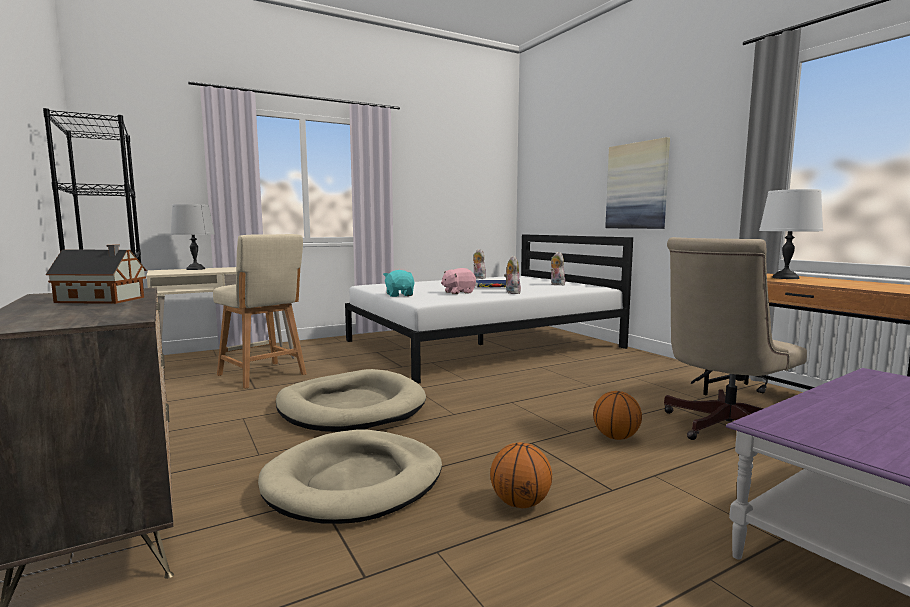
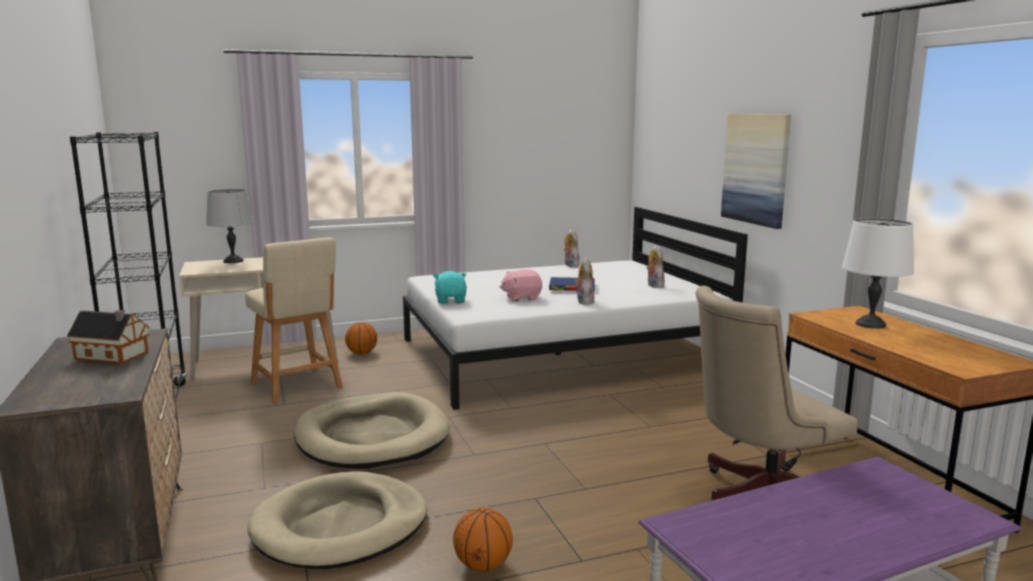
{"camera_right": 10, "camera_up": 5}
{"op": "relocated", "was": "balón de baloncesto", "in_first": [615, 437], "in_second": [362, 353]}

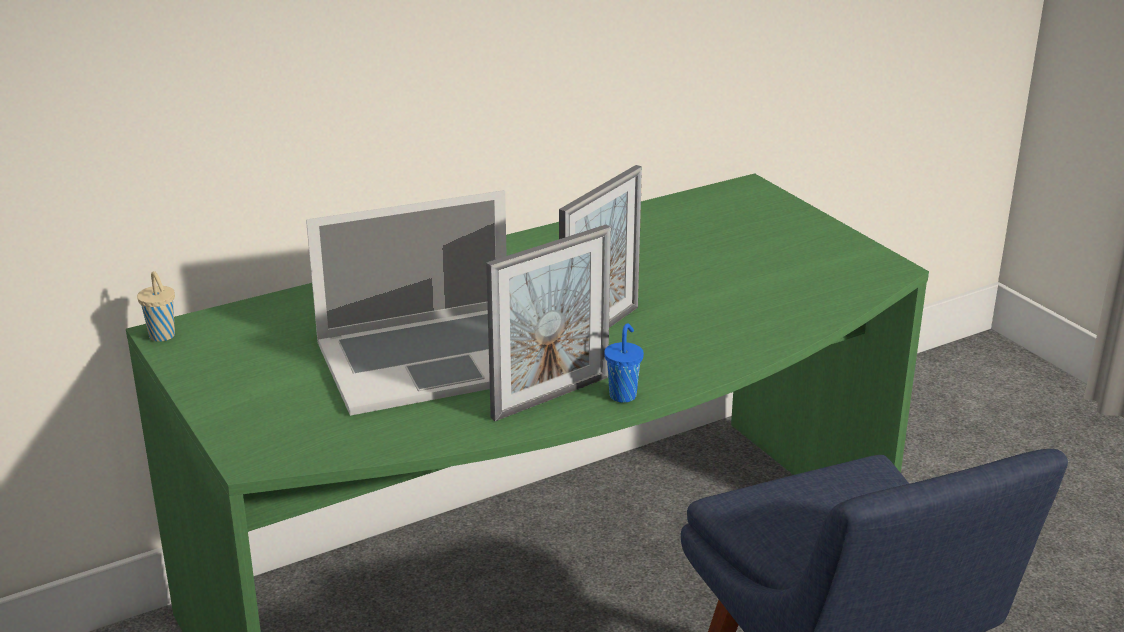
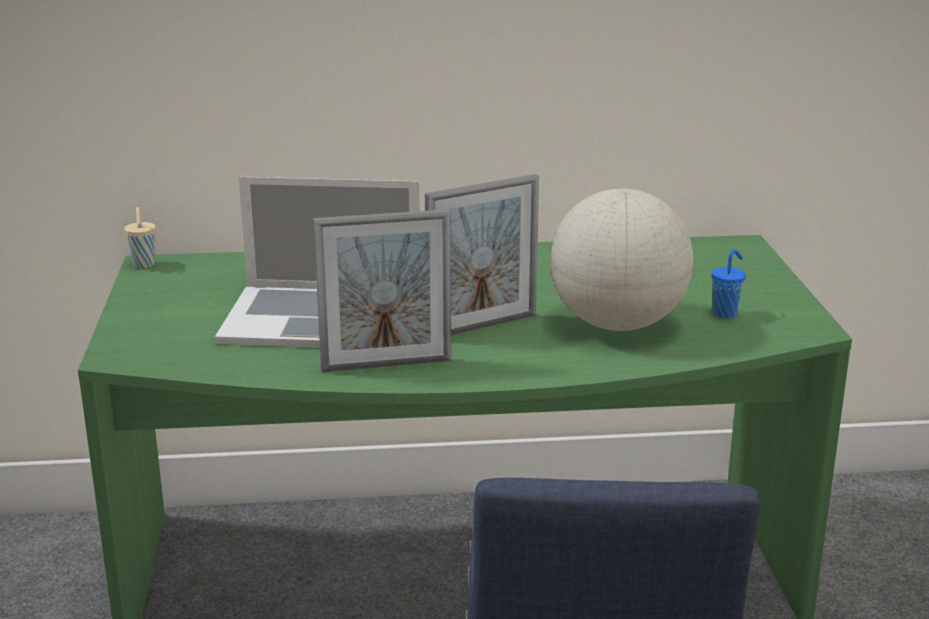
{"camera_right": 25, "camera_up": -5}
{"op": "appeared", "now": "globo terráqueo", "in_second": [617, 324]}
{"op": "relocated", "was": "taza [azul]", "in_first": [623, 395], "in_second": [726, 313]}

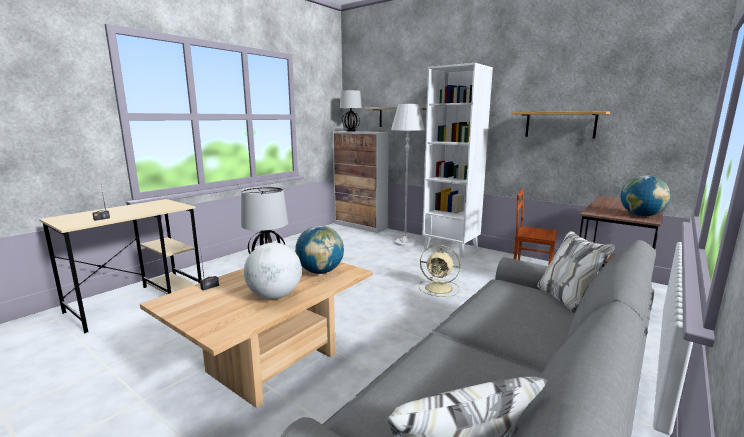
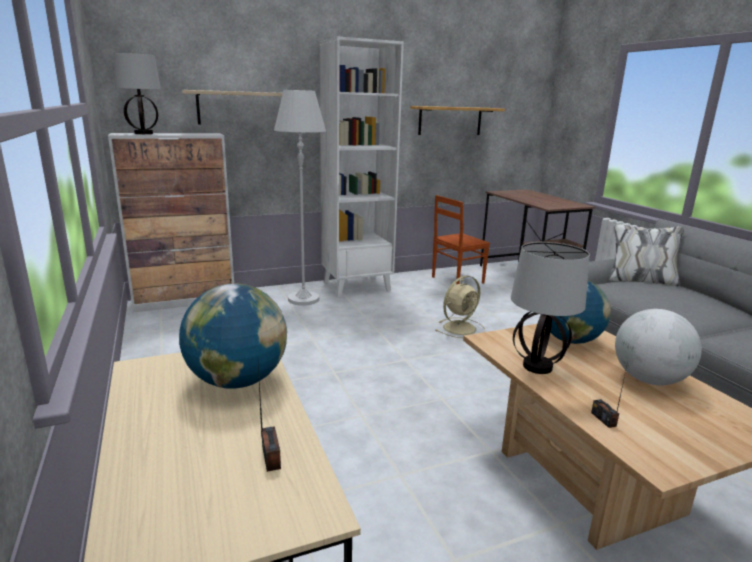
{"camera_right": -60, "camera_up": 5}
{"op": "relocated", "was": "globo terráqueo", "in_first": [641, 215], "in_second": [237, 381]}

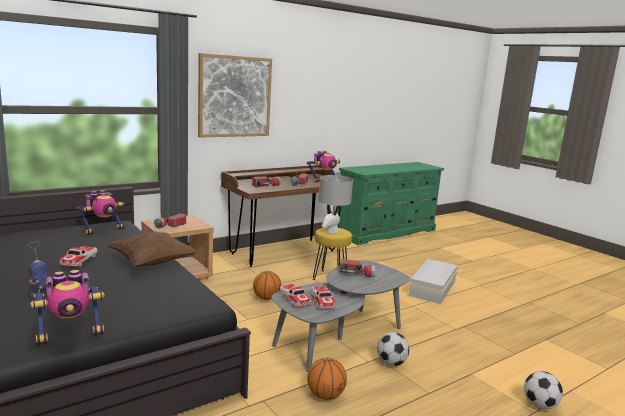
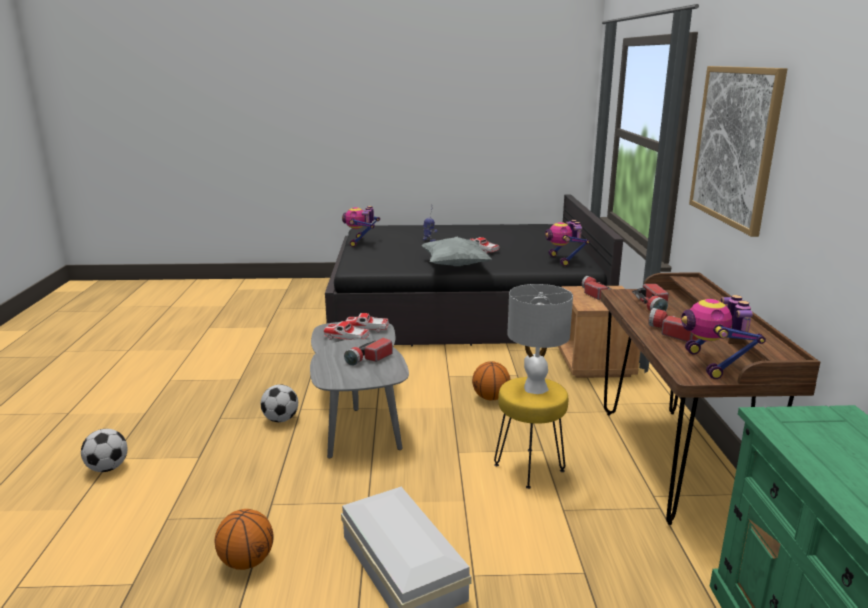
{"camera_right": 125, "camera_up": 5}
{"op": "relocated", "was": "balón de baloncesto", "in_first": [325, 395], "in_second": [247, 562]}
{"op": "colour", "was": "cojín [marrón]", "now": "cojín [gris]", "in_first": [152, 263], "in_second": [455, 265]}

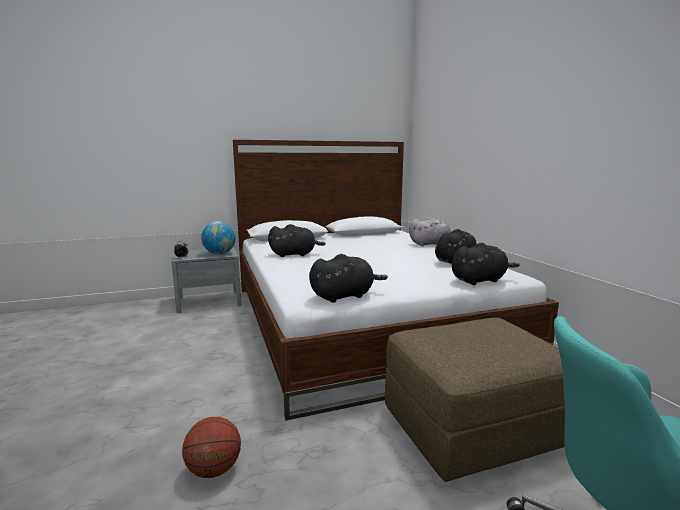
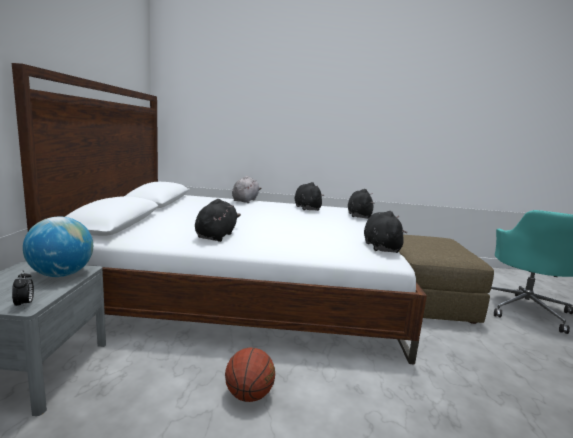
{"camera_right": -70, "camera_up": 0}
{"op": "relocated", "was": "balón de baloncesto", "in_first": [214, 470], "in_second": [249, 395]}

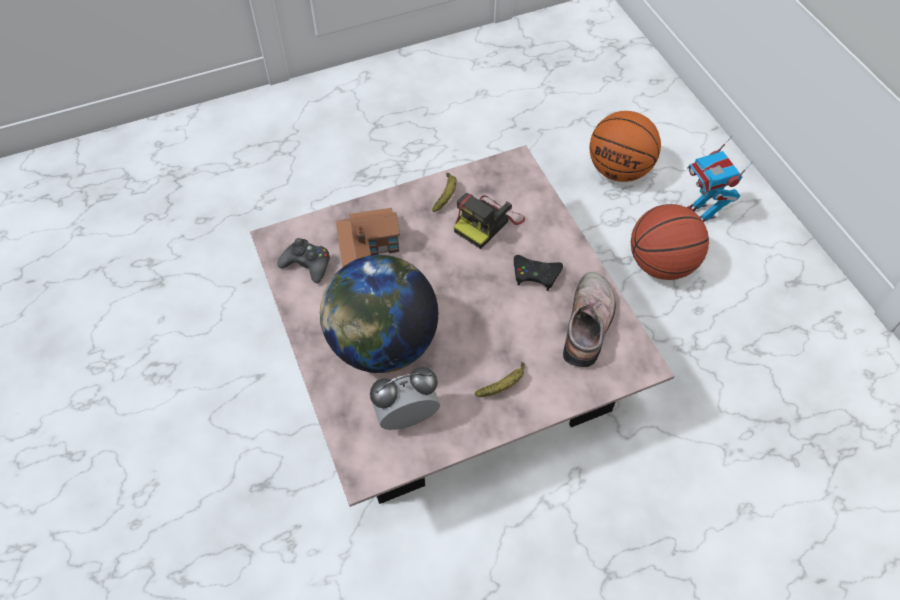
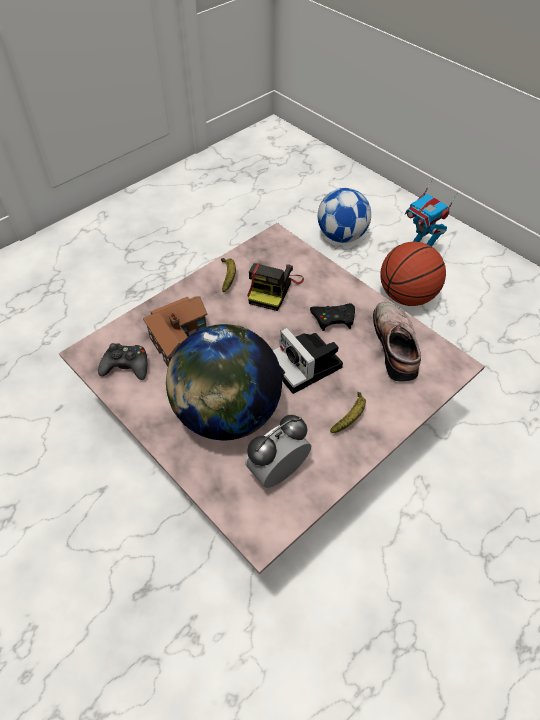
{"camera_right": -20, "camera_up": -5}
{"op": "appeared", "now": "cámara", "in_second": [306, 366]}
{"op": "exchanged", "was": "balón de baloncesto", "now": "balón de fútbol", "in_first": [619, 170], "in_second": [342, 236]}

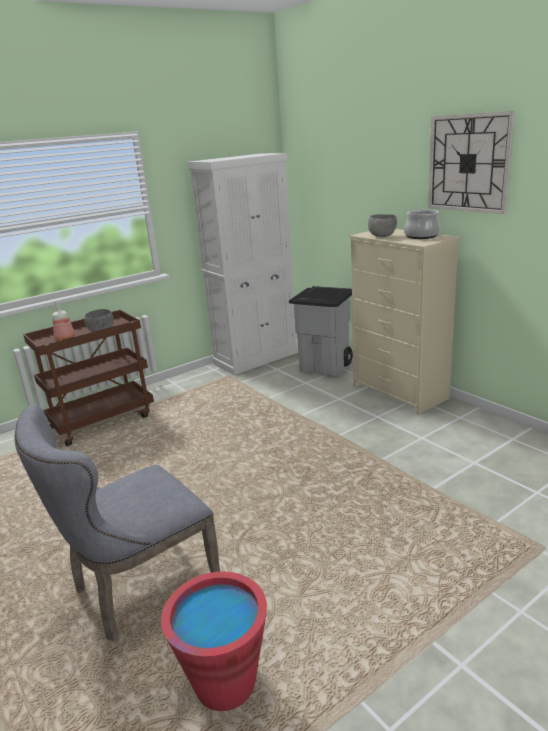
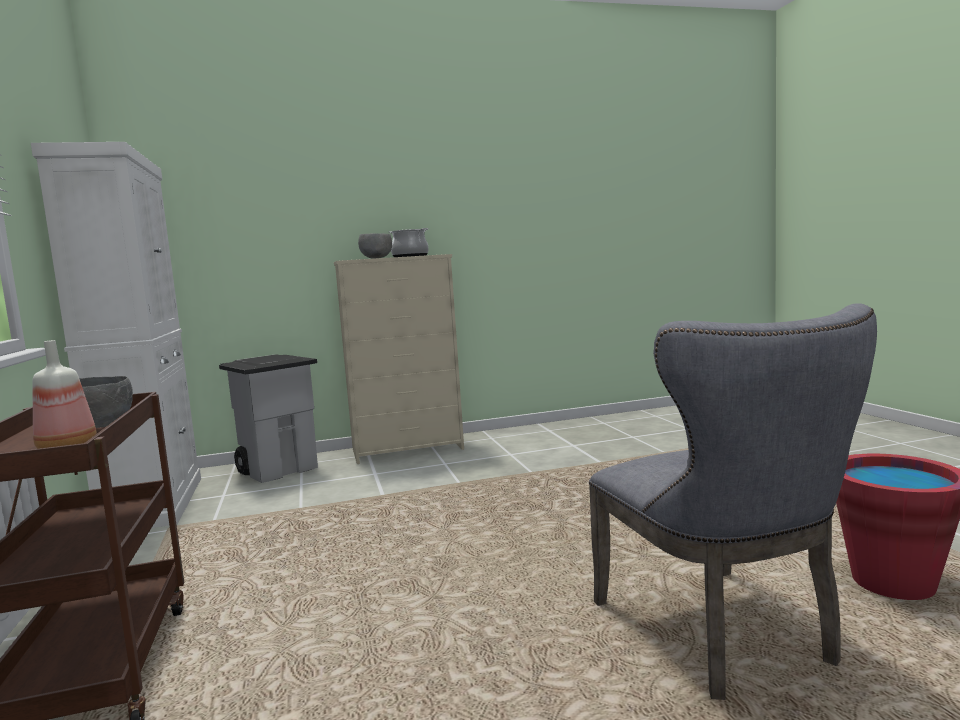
{"camera_right": -70, "camera_up": -15}
{"op": "missing", "was": "reloj de pared", "in_first": [468, 163]}

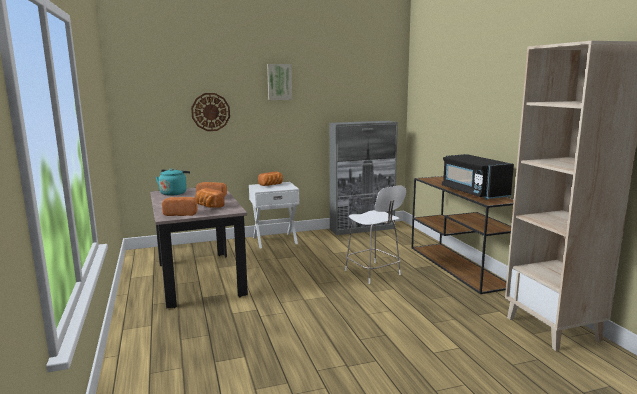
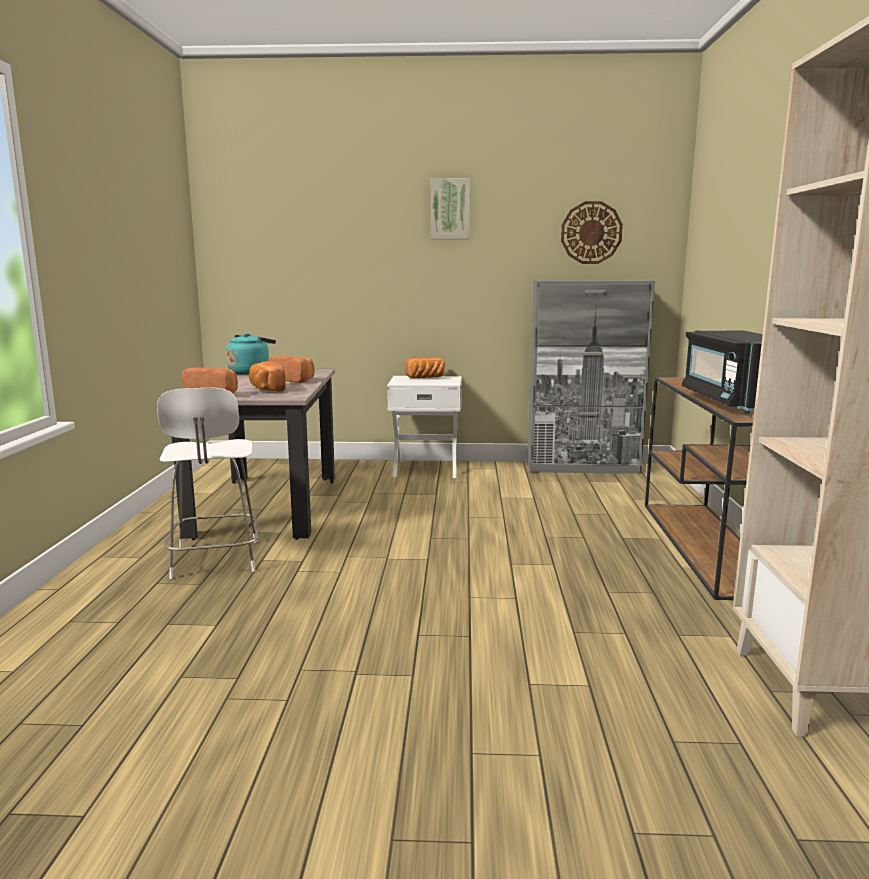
{"camera_right": 20, "camera_up": 0}
{"op": "relocated", "was": "reloj de pared", "in_first": [210, 112], "in_second": [591, 232]}
{"op": "relocated", "was": "silla [blanco]", "in_first": [373, 273], "in_second": [215, 561]}

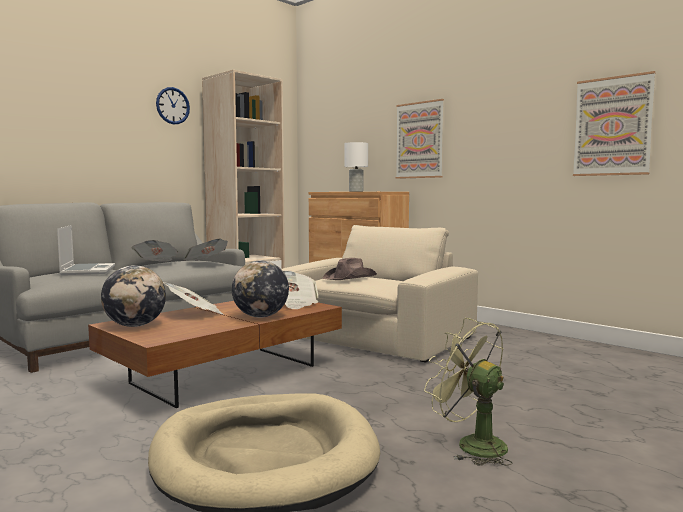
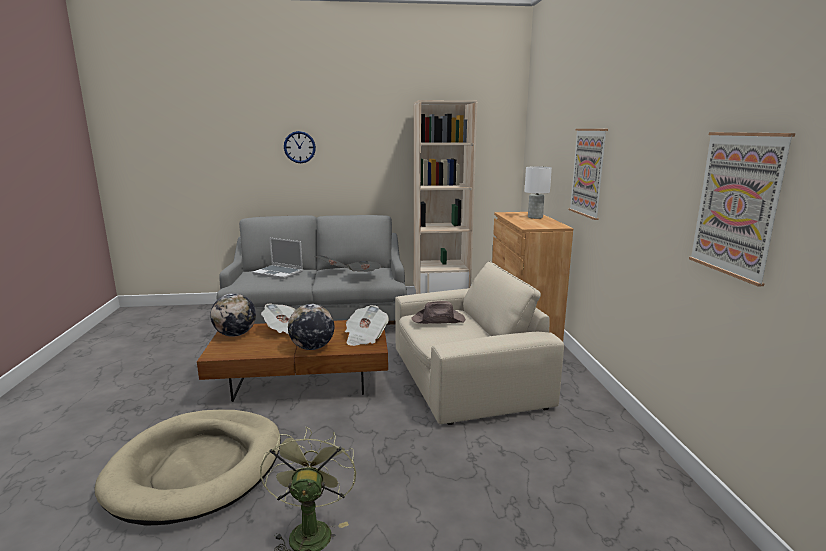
{"camera_right": 40, "camera_up": 10}
{"op": "relocated", "was": "reloj de pared", "in_first": [172, 105], "in_second": [299, 147]}
{"op": "spun", "was": "portátil", "in_first": [87, 271], "in_second": [279, 273], "clockwise": 90}

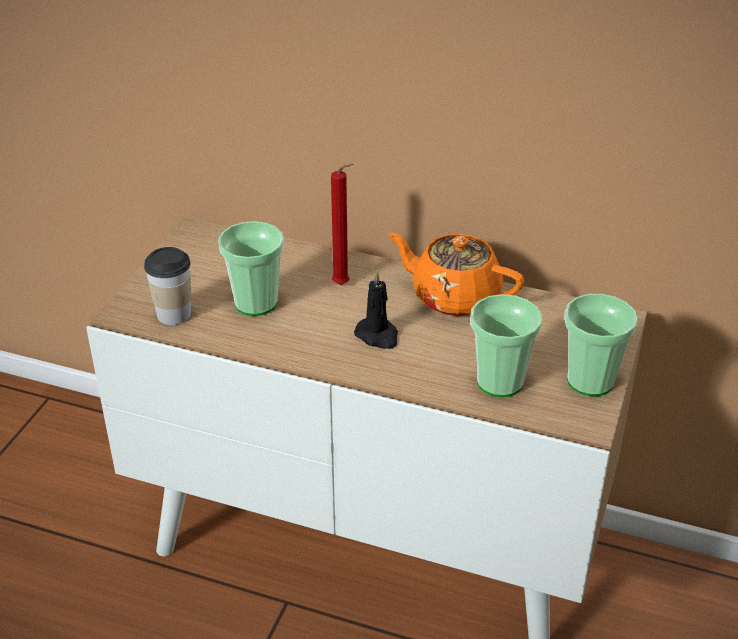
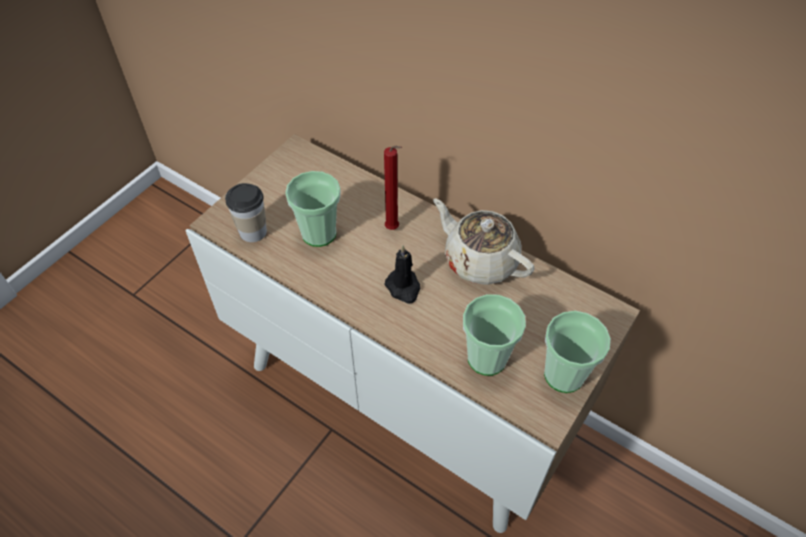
{"camera_right": 15, "camera_up": 15}
{"op": "colour", "was": "tetera [naranja]", "now": "tetera [beis]", "in_first": [454, 297], "in_second": [479, 260]}

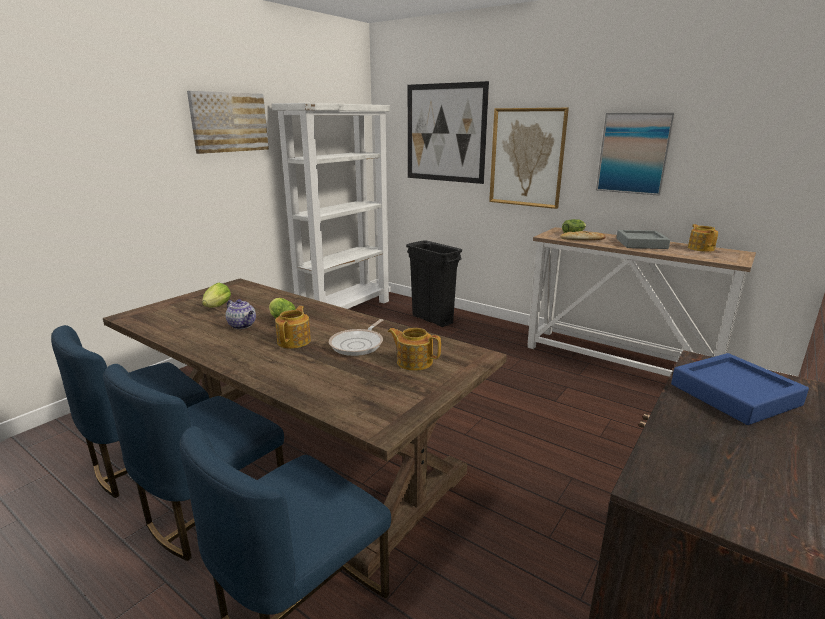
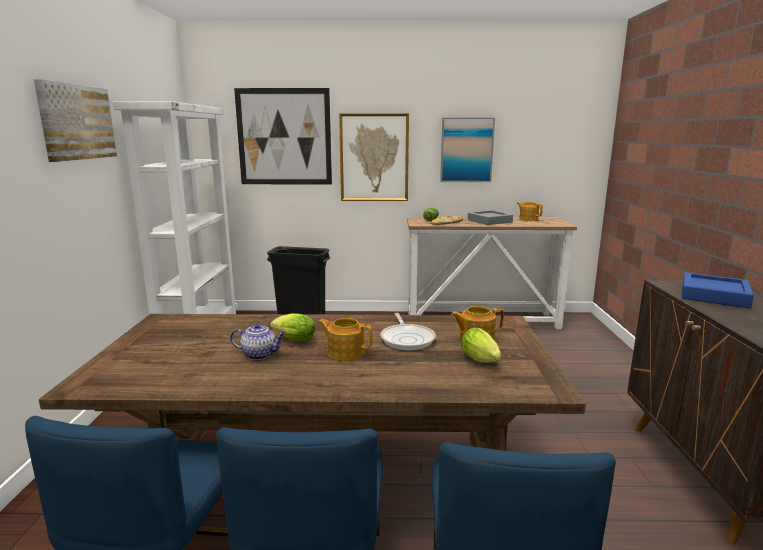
{"camera_right": -35, "camera_up": -5}
{"op": "relocated", "was": "lechuga", "in_first": [216, 307], "in_second": [482, 361]}
{"op": "spun", "was": "tetera", "in_first": [295, 341], "in_second": [345, 352], "clockwise": -45}

